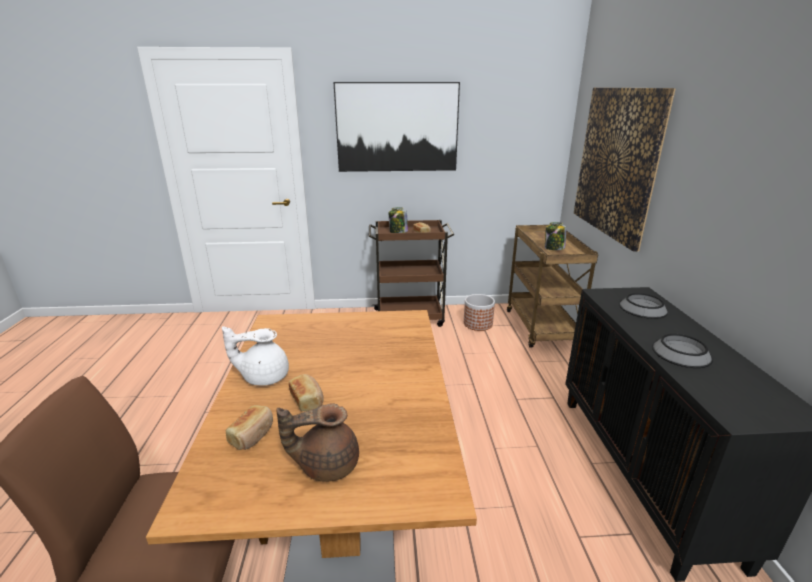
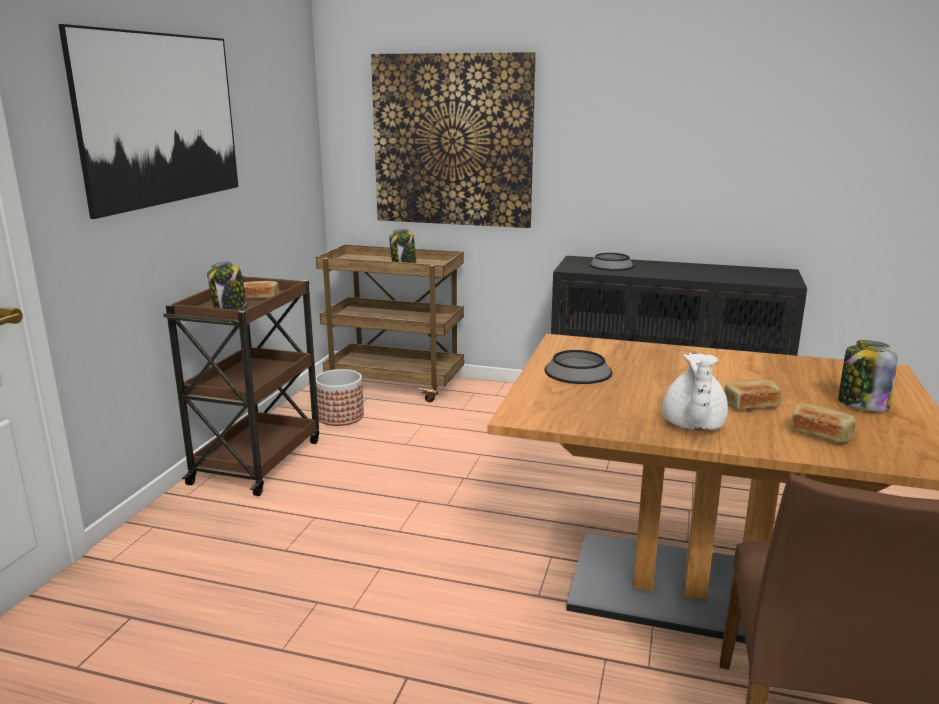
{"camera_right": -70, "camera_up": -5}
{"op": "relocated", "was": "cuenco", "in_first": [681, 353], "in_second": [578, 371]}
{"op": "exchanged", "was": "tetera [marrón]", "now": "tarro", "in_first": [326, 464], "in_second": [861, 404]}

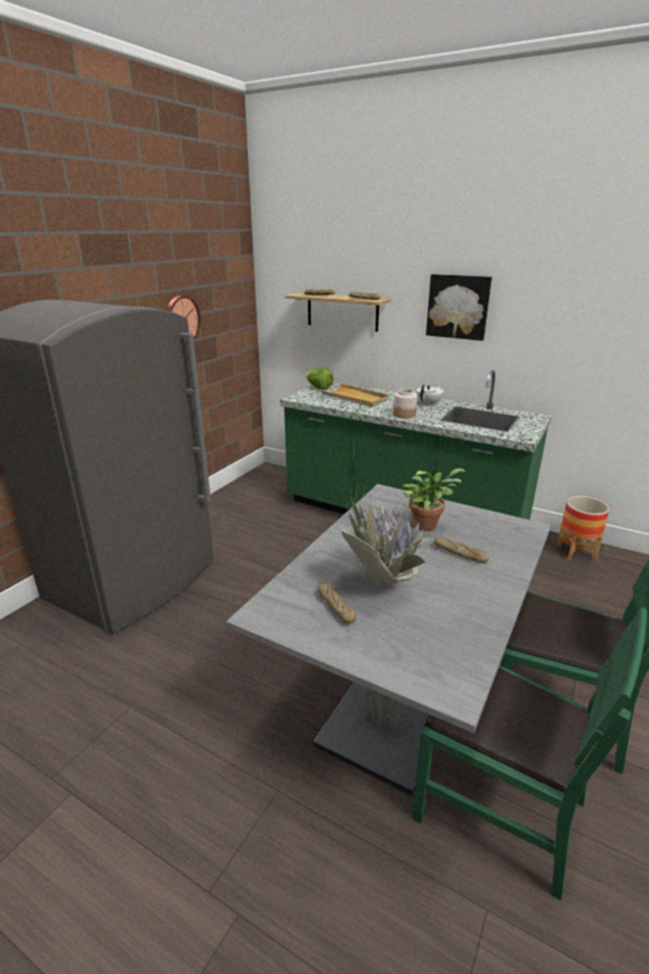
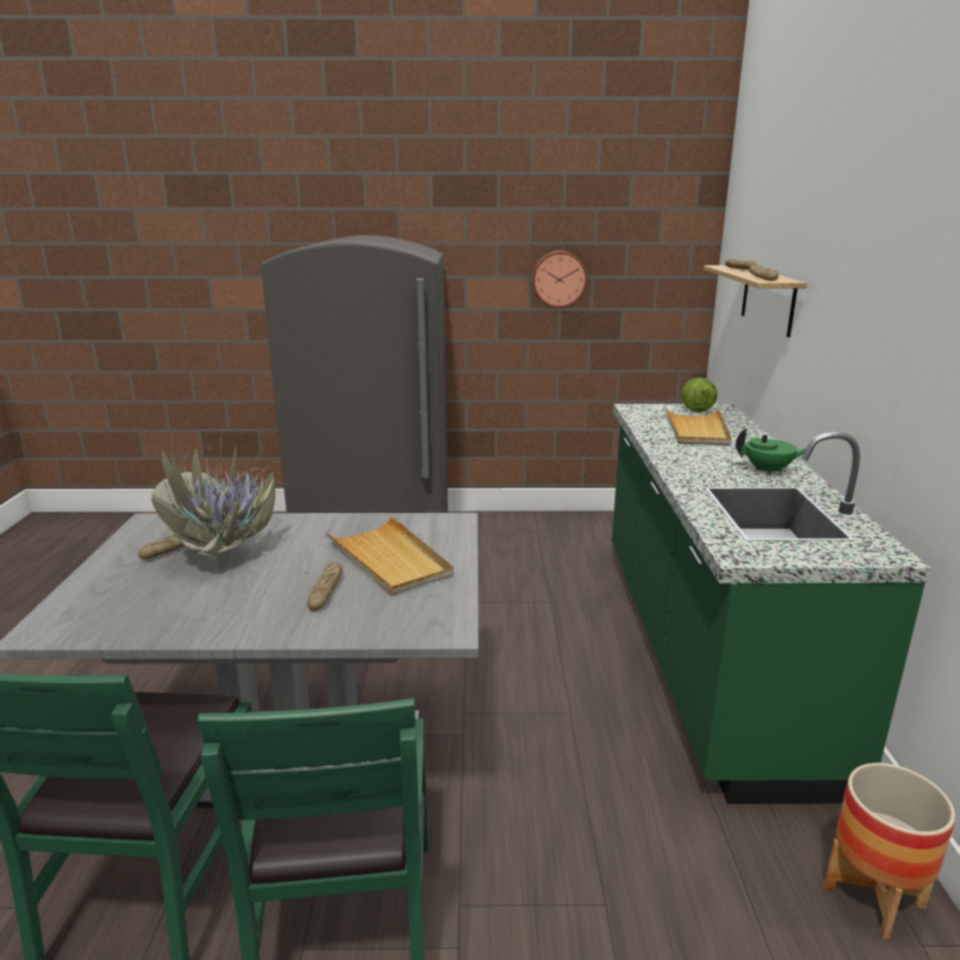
{"camera_right": 60, "camera_up": -5}
{"op": "missing", "was": "tarro", "in_first": [404, 415]}
{"op": "missing", "was": "cuadro", "in_first": [458, 306]}
{"op": "exchanged", "was": "planta en maceta", "now": "bandeja [beis]", "in_first": [427, 524], "in_second": [389, 559]}
{"op": "colour", "was": "tetera [blanco]", "now": "tetera [verde]", "in_first": [429, 404], "in_second": [768, 470]}

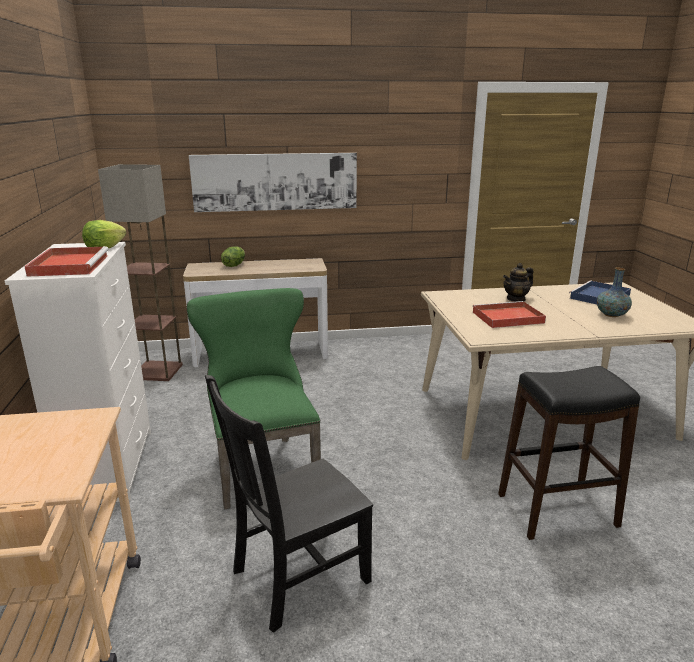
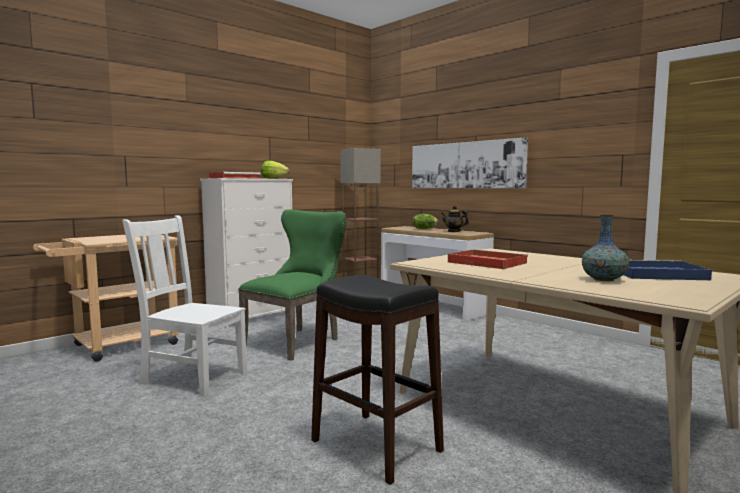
{"camera_right": 55, "camera_up": -15}
{"op": "relocated", "was": "tetera", "in_first": [516, 299], "in_second": [454, 231]}
{"op": "colour", "was": "silla [negro]", "now": "silla [blanco]", "in_first": [296, 577], "in_second": [191, 377]}

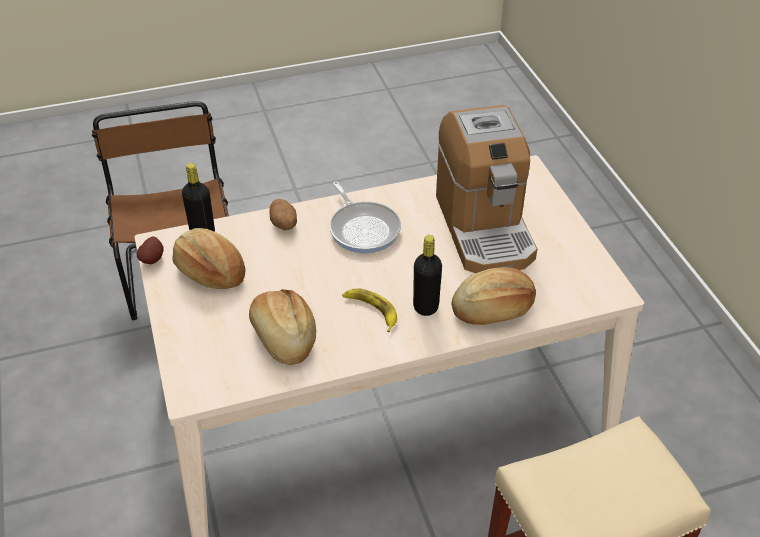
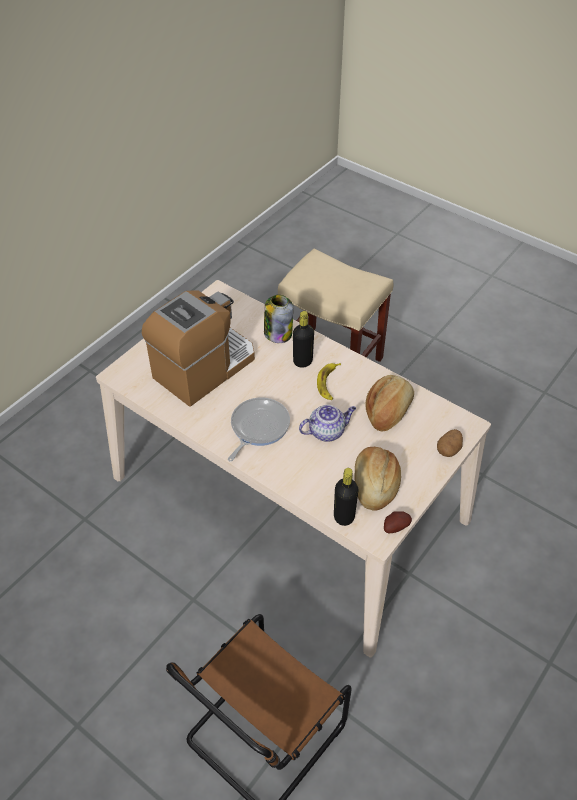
{"camera_right": -125, "camera_up": 5}
{"op": "appeared", "now": "tetera", "in_second": [327, 431]}
{"op": "relocated", "was": "patata", "in_first": [284, 225], "in_second": [448, 449]}
{"op": "exchanged", "was": "pan", "now": "tarro", "in_first": [493, 309], "in_second": [278, 333]}

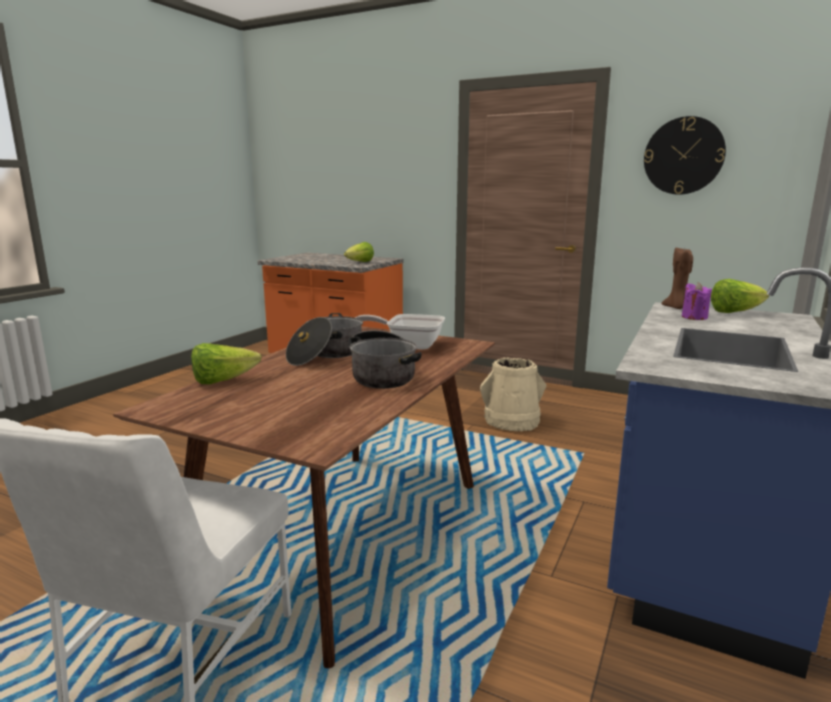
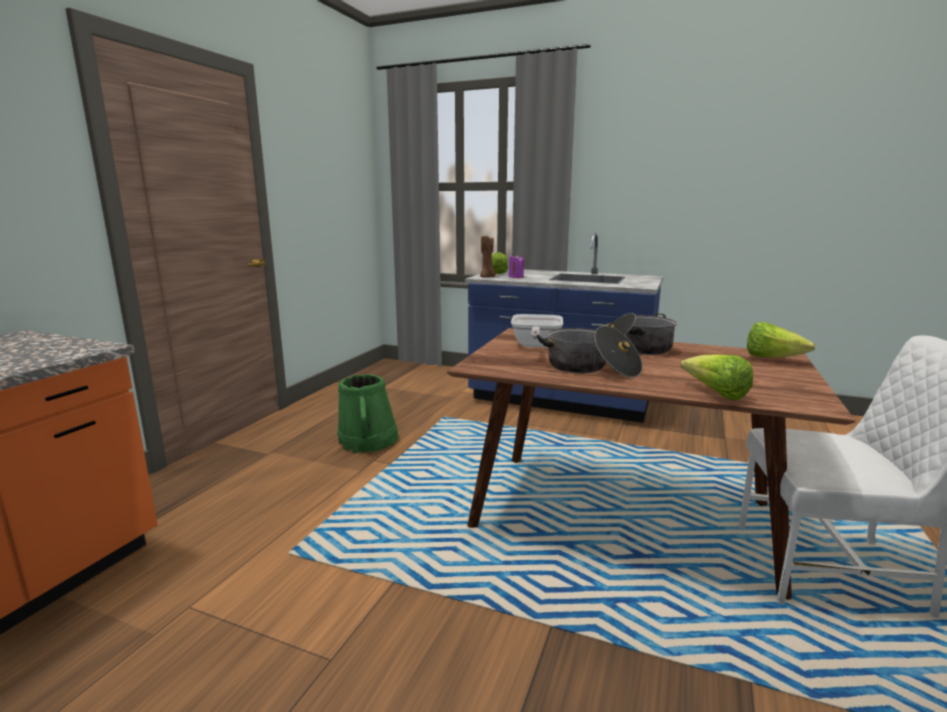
{"camera_right": -95, "camera_up": 0}
{"op": "missing", "was": "reloj de pared", "in_first": [683, 156]}
{"op": "relocated", "was": "lechuga", "in_first": [360, 262], "in_second": [771, 358]}
{"op": "colour", "was": "cubo [beis]", "now": "cubo [verde]", "in_first": [512, 421], "in_second": [368, 440]}

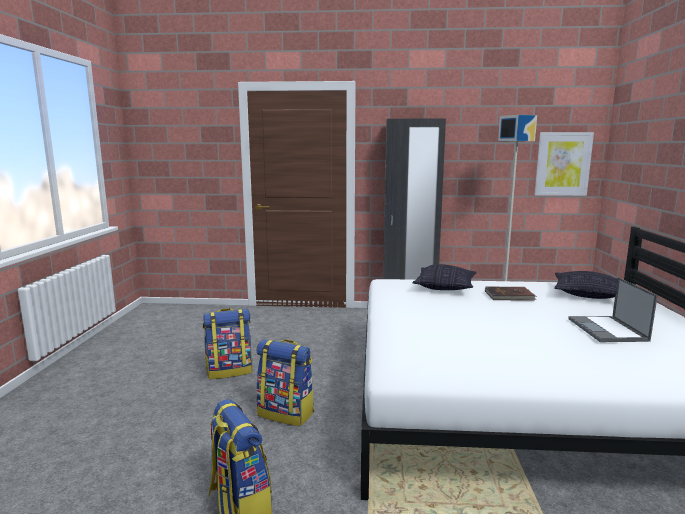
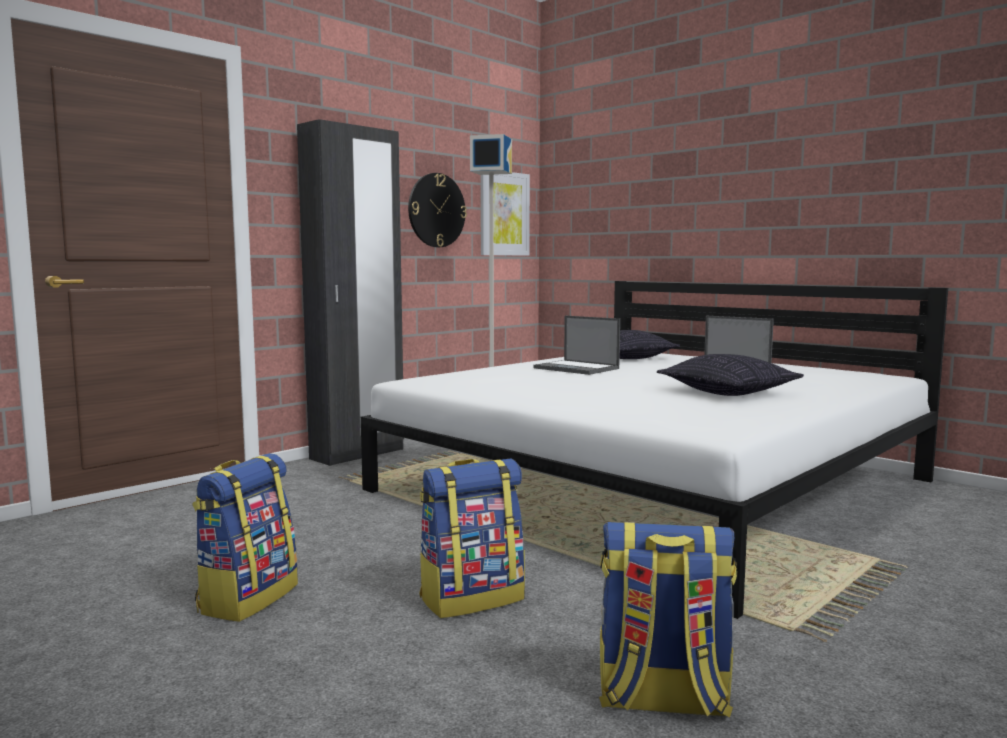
{"camera_right": -50, "camera_up": -5}
{"op": "appeared", "now": "reloj de pared", "in_second": [436, 210]}
{"op": "relocated", "was": "cojín", "in_first": [444, 287], "in_second": [728, 392]}
{"op": "exchanged", "was": "libro [marrón]", "now": "portátil", "in_first": [510, 296], "in_second": [577, 368]}

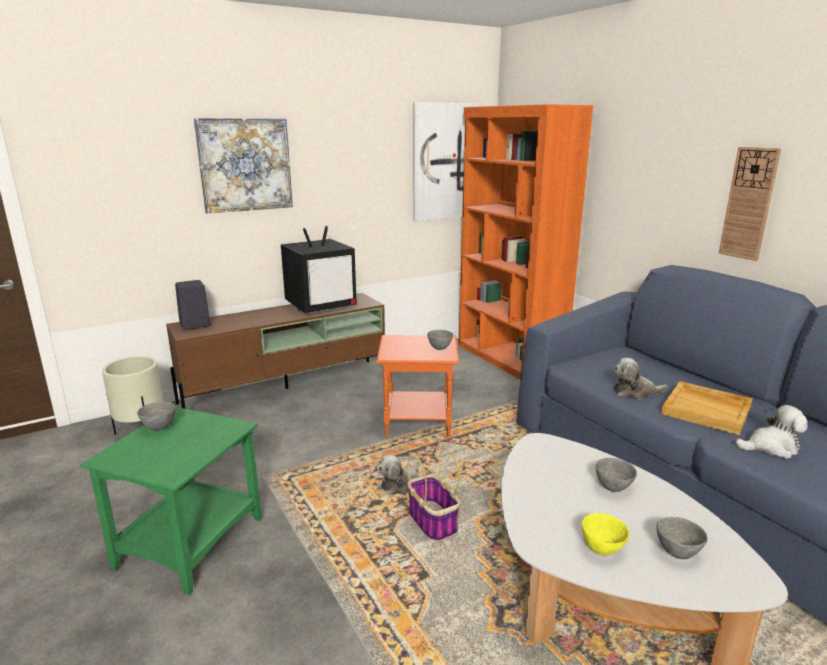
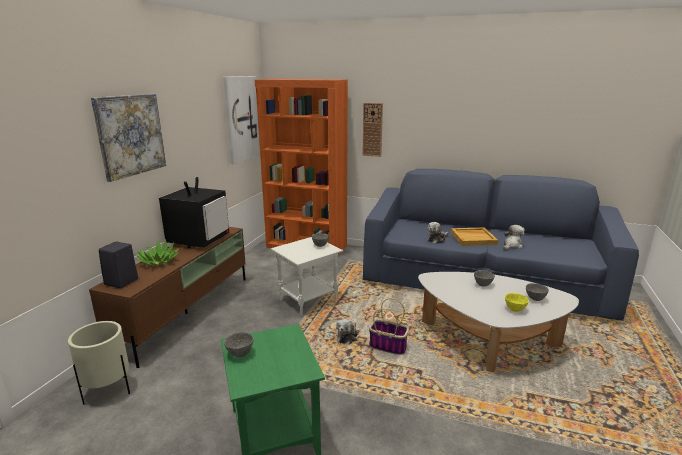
{"camera_right": -40, "camera_up": 0}
{"op": "appeared", "now": "planta en maceta", "in_second": [158, 261]}
{"op": "relocated", "was": "reloj de pared", "in_first": [749, 204], "in_second": [372, 129]}
{"op": "colour", "was": "mesa auxiliar [naranja]", "now": "mesa auxiliar [blanco]", "in_first": [419, 423], "in_second": [308, 300]}

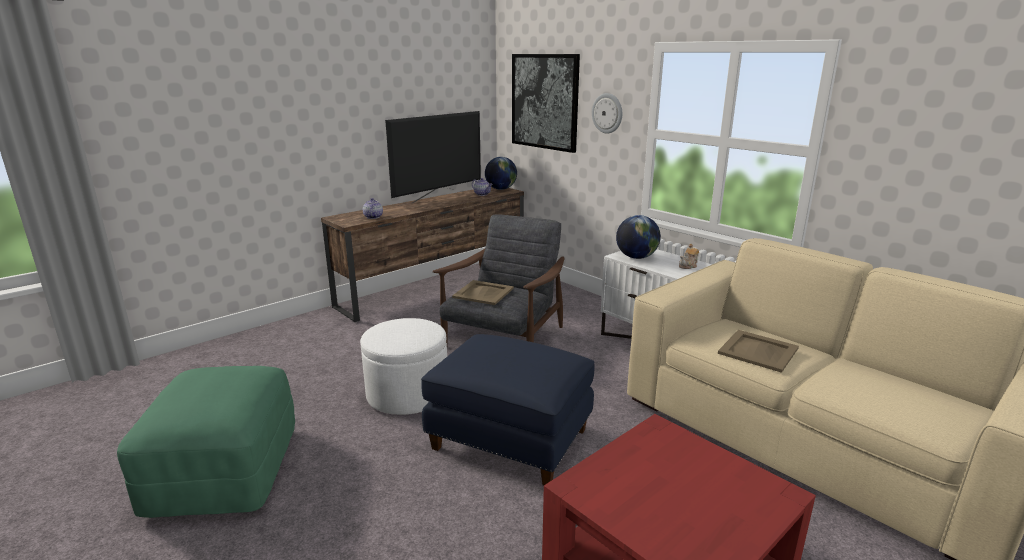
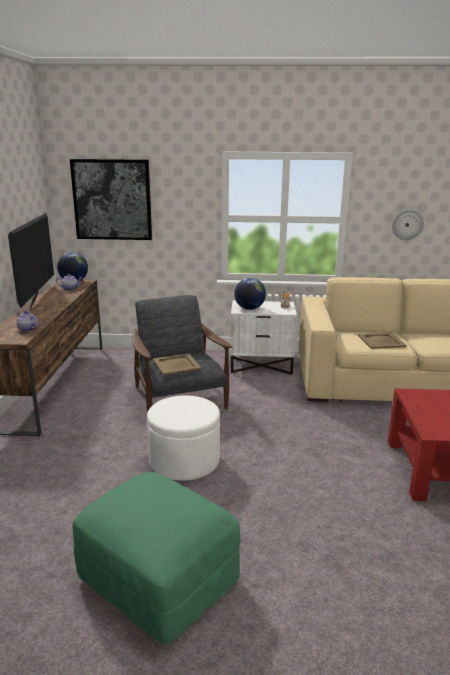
{"camera_right": -45, "camera_up": 0}
{"op": "missing", "was": "puf [azul]", "in_first": [509, 440]}
{"op": "relocated", "was": "reloj de pared", "in_first": [607, 113], "in_second": [407, 224]}

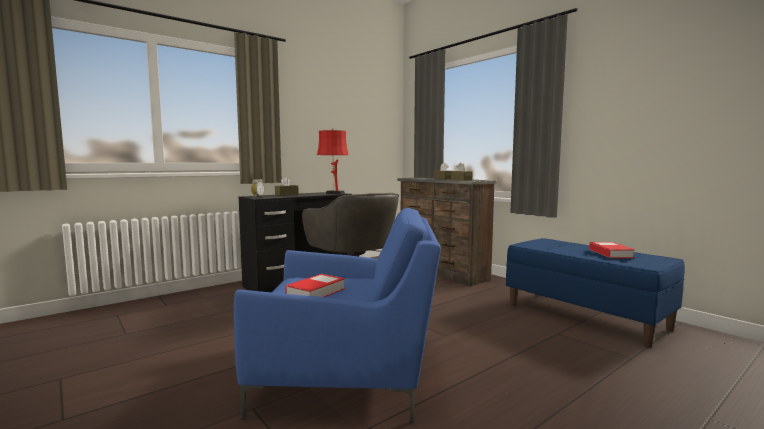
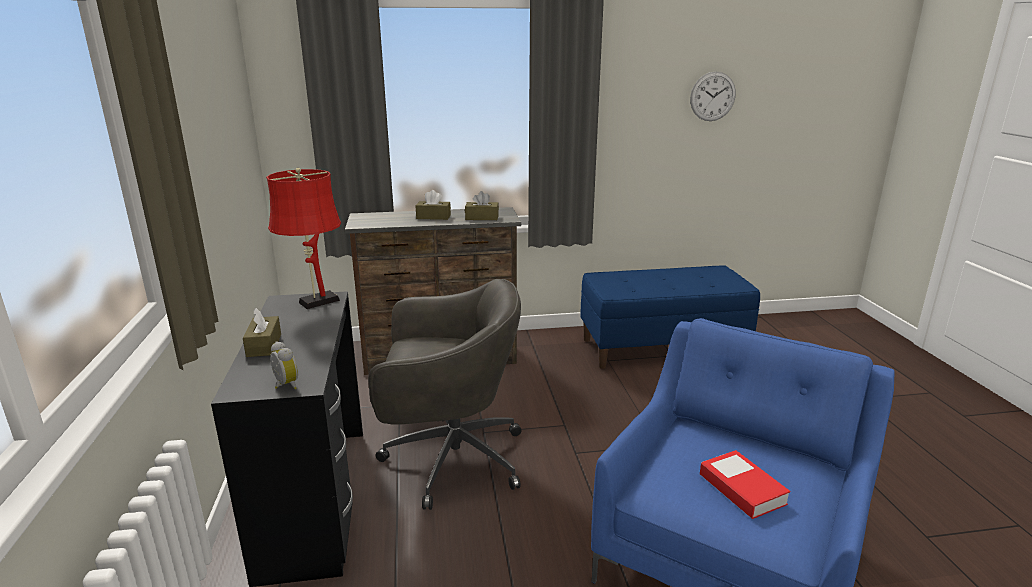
{"camera_right": -60, "camera_up": 15}
{"op": "missing", "was": "libro", "in_first": [610, 253]}
{"op": "appeared", "now": "reloj de pared", "in_second": [712, 96]}

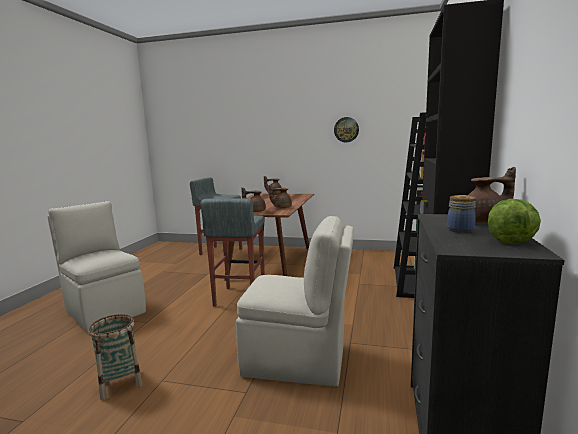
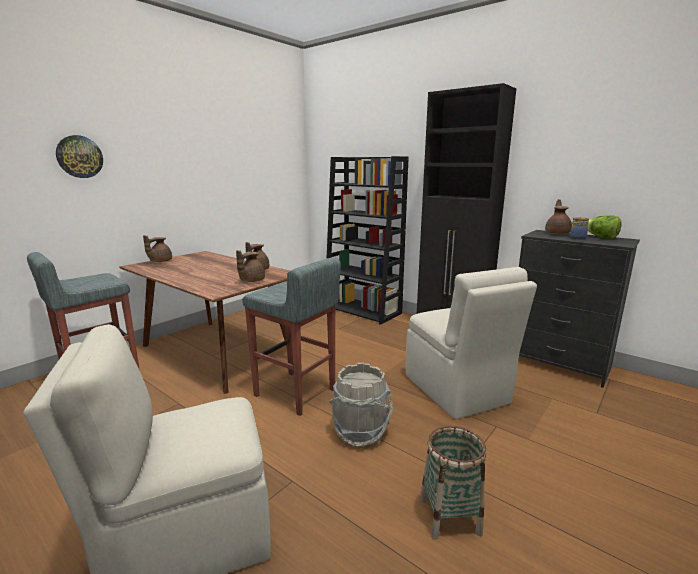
{"camera_right": -65, "camera_up": 5}
{"op": "appeared", "now": "cubo [gris]", "in_second": [360, 432]}
{"op": "relocated", "was": "reloj de pared", "in_first": [346, 129], "in_second": [79, 157]}
{"op": "spun", "was": "silla [beis]", "in_first": [298, 360], "in_second": [457, 390], "clockwise": 120}

